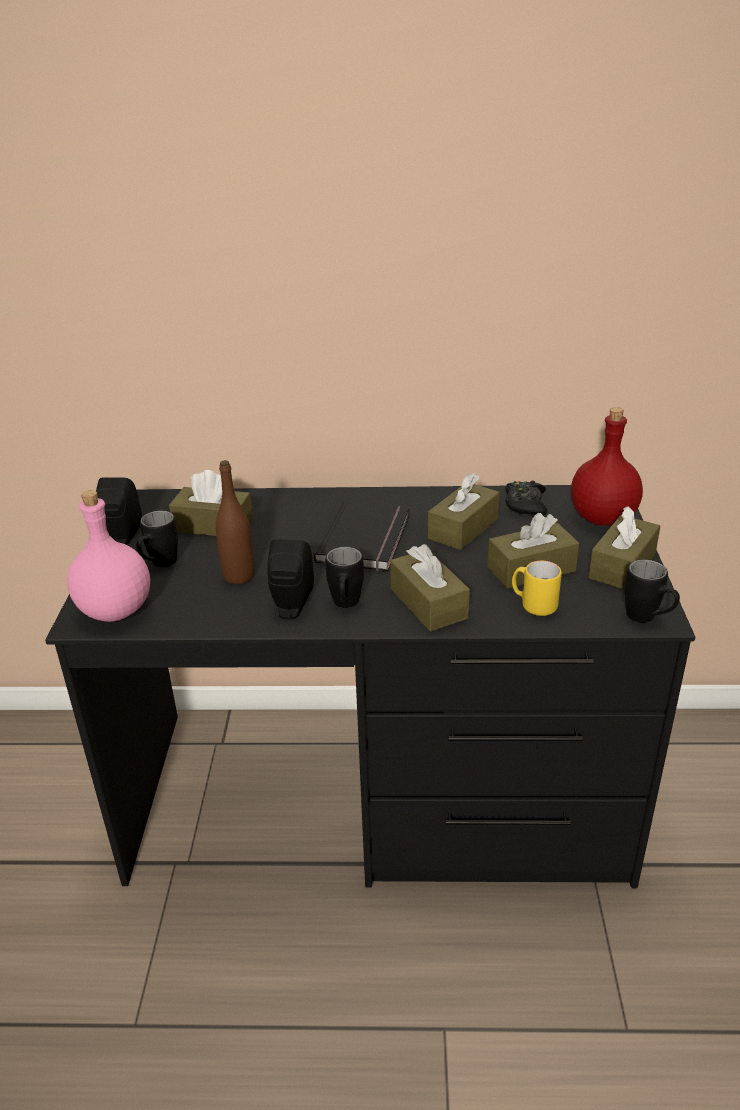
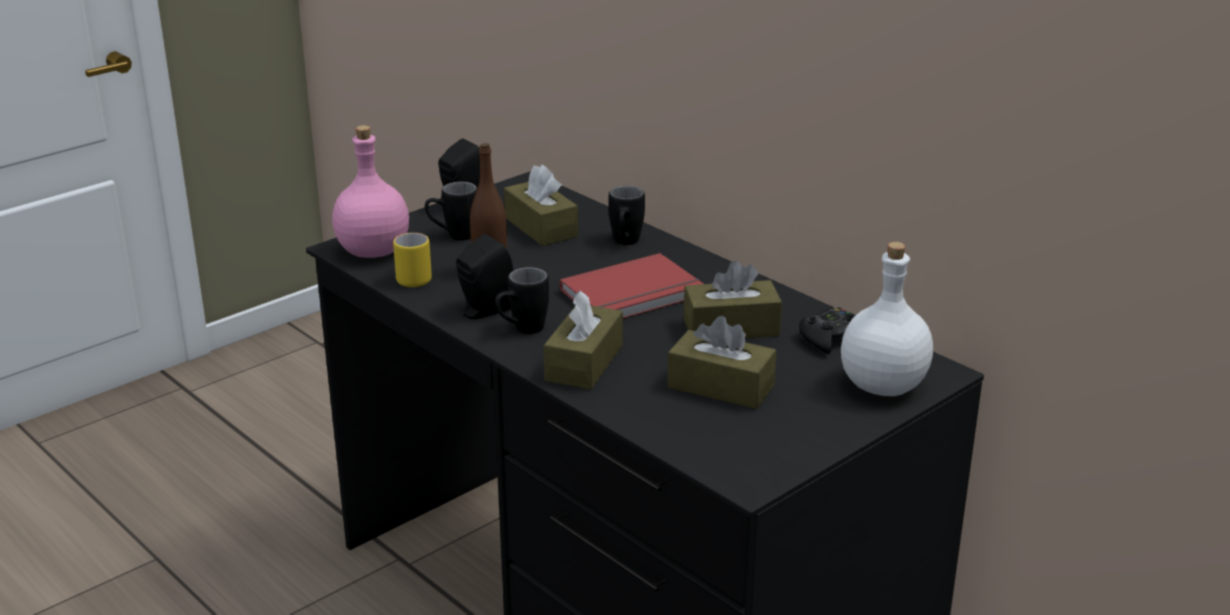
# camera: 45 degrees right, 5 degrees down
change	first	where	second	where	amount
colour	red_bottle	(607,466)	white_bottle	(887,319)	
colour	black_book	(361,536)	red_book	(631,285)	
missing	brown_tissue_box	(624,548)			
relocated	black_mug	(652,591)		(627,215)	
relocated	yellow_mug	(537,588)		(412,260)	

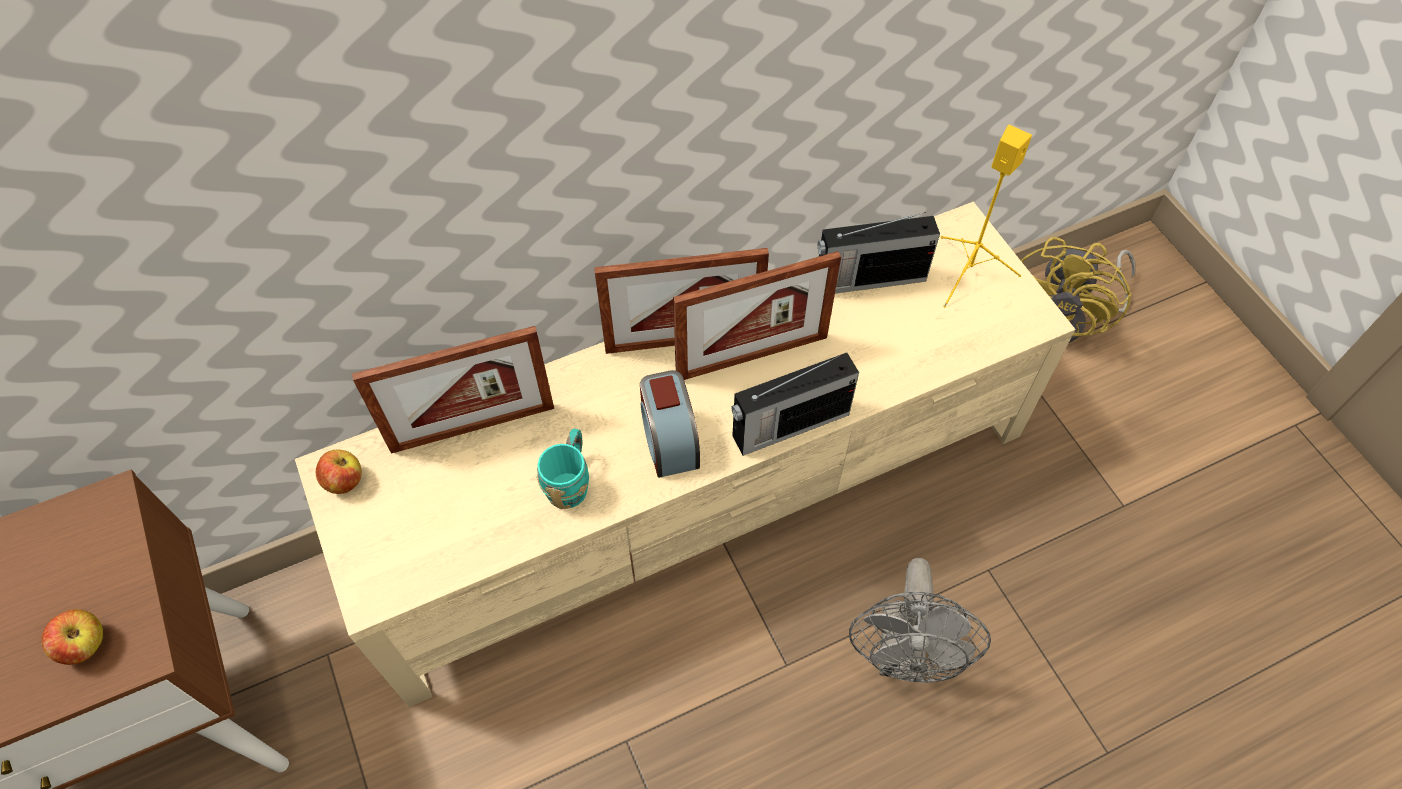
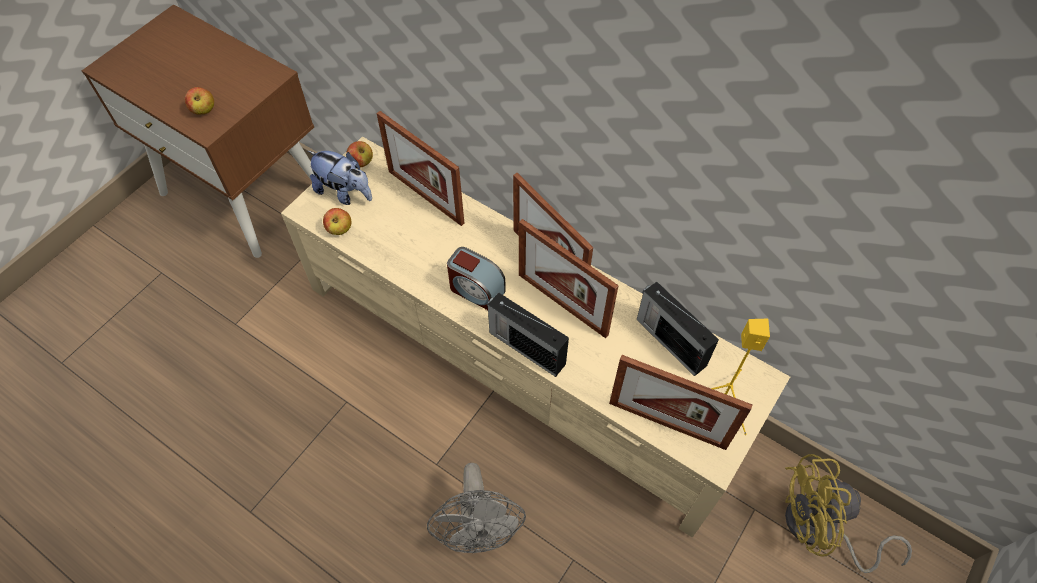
# camera: 60 degrees right, 0 degrees up
change	first	where	second	where	amount
spun	alarm_clock	(670,424)		(476,278)	105 degrees counterclockwise
missing	turquoise_mug	(562,469)			
spun	grey_fan	(920,620)		(476,508)	75 degrees counterclockwise
appeared			plush_toy	(340,178)	
appeared			apple	(337,221)	
appeared			picture_frame	(680,402)	

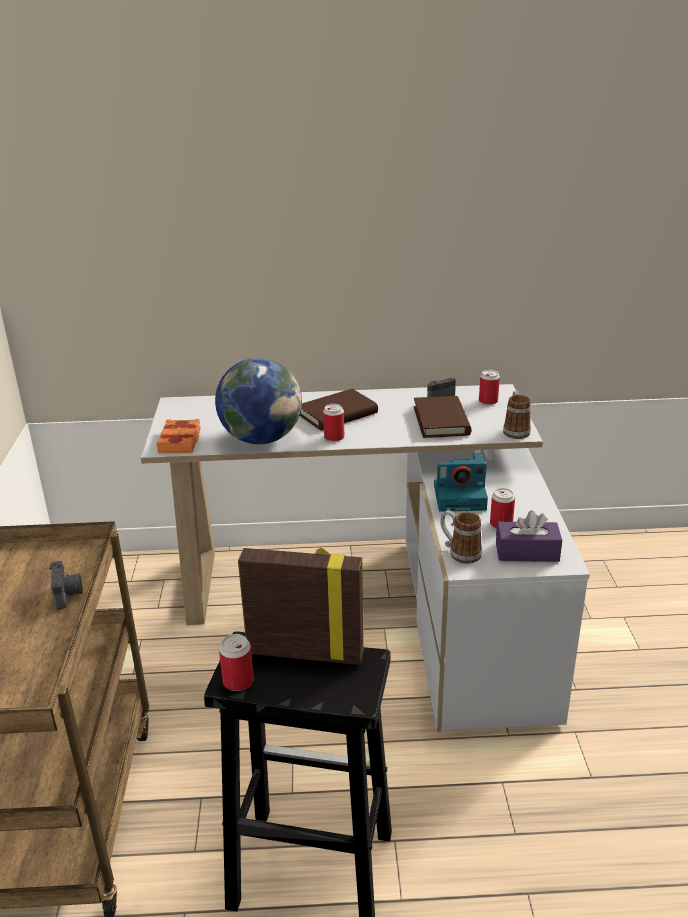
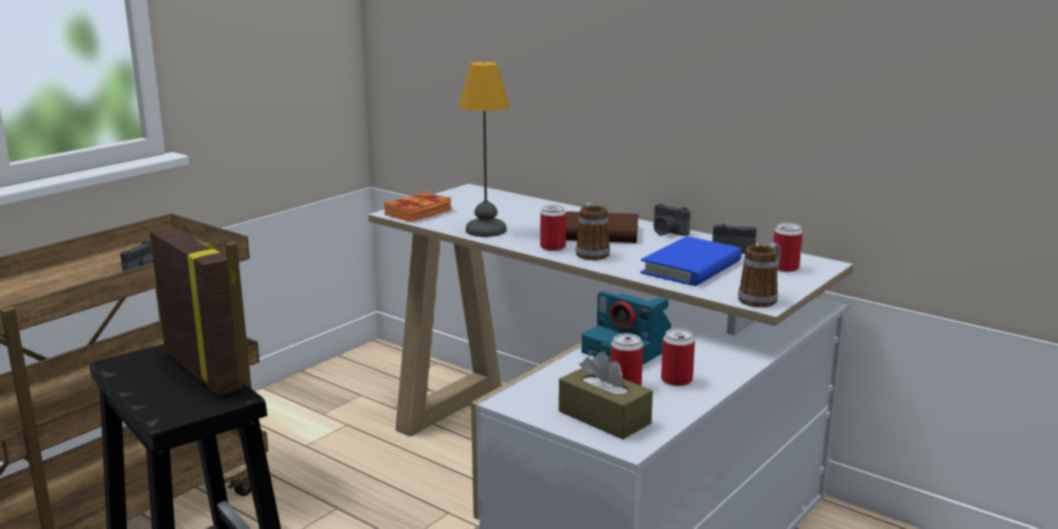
# camera: 40 degrees right, 10 degrees down
change	first	where	second	where	amount
exchanged	globe	(258,401)	table_lamp	(484,149)	
colour	brown_book	(442,417)	blue_book	(691,261)	
relocated	mug	(461,537)		(593,231)	
colour	purple_tissue_box	(529,536)	brown_tissue_box	(606,395)	
relocated	can	(236,662)		(678,357)	
appeared			photo_camera	(672,220)	

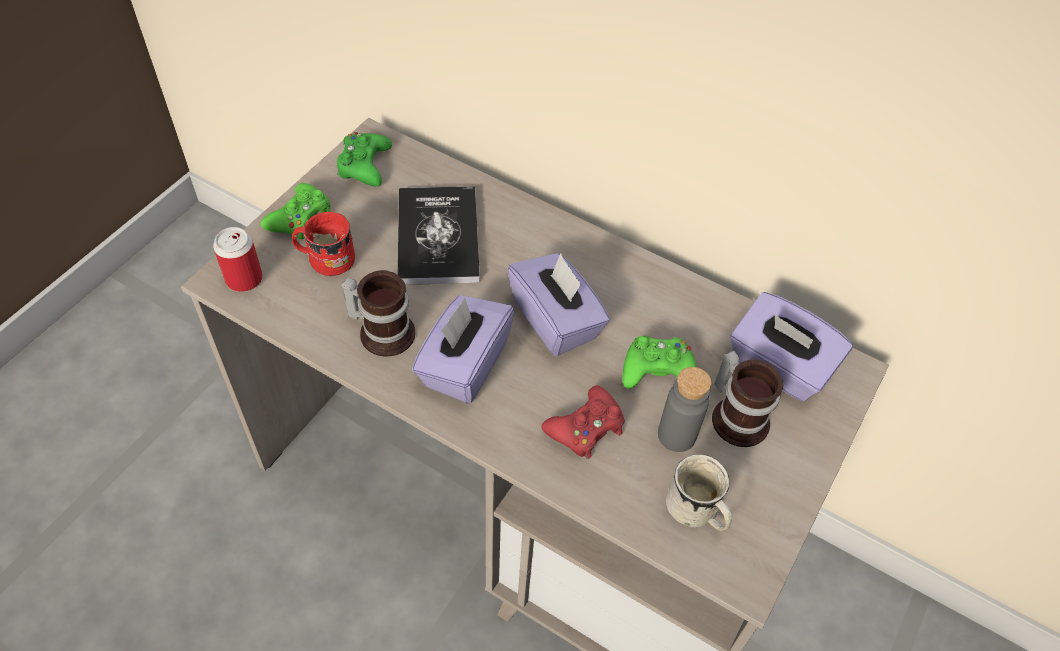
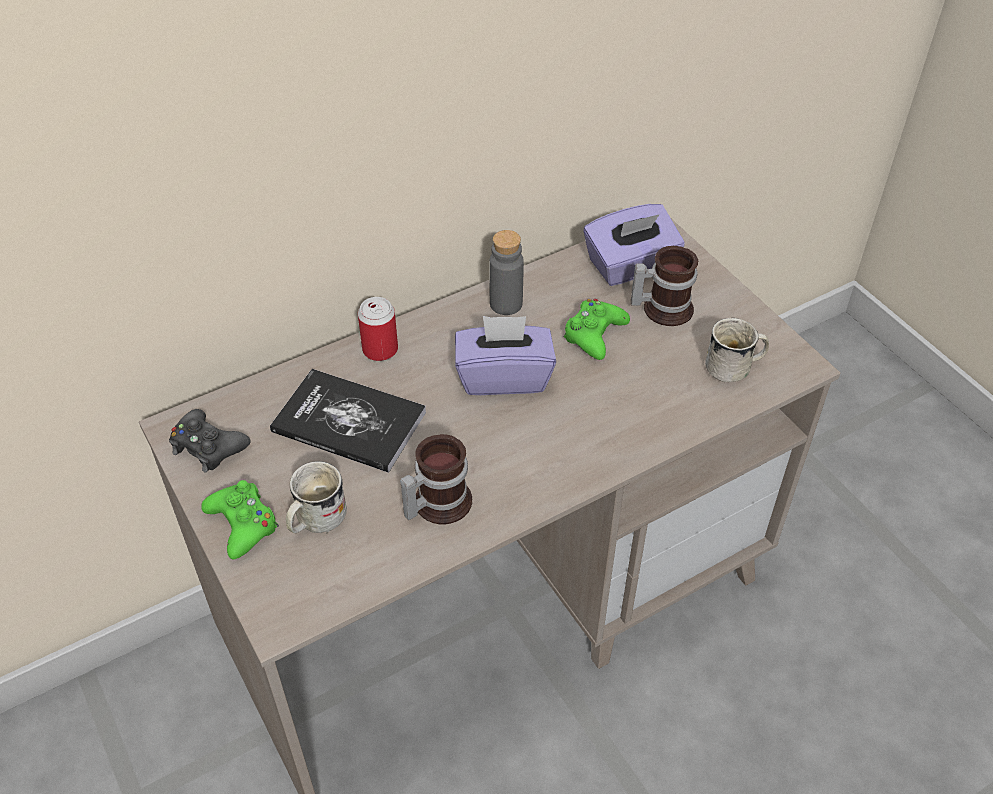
# camera: 60 degrees left, 5 degrees down
change	first	where	second	where	amount
colour	green_game_controller	(364,159)	black_game_controller	(210,440)	
colour	red_mug	(323,244)	white_mug	(316,497)	
relocated	can	(238,259)		(378,329)	
missing	purple_tissue_box	(463,349)			
relocated	grey_bottle	(684,409)		(506,272)	
missing	red_game_controller	(583,422)			

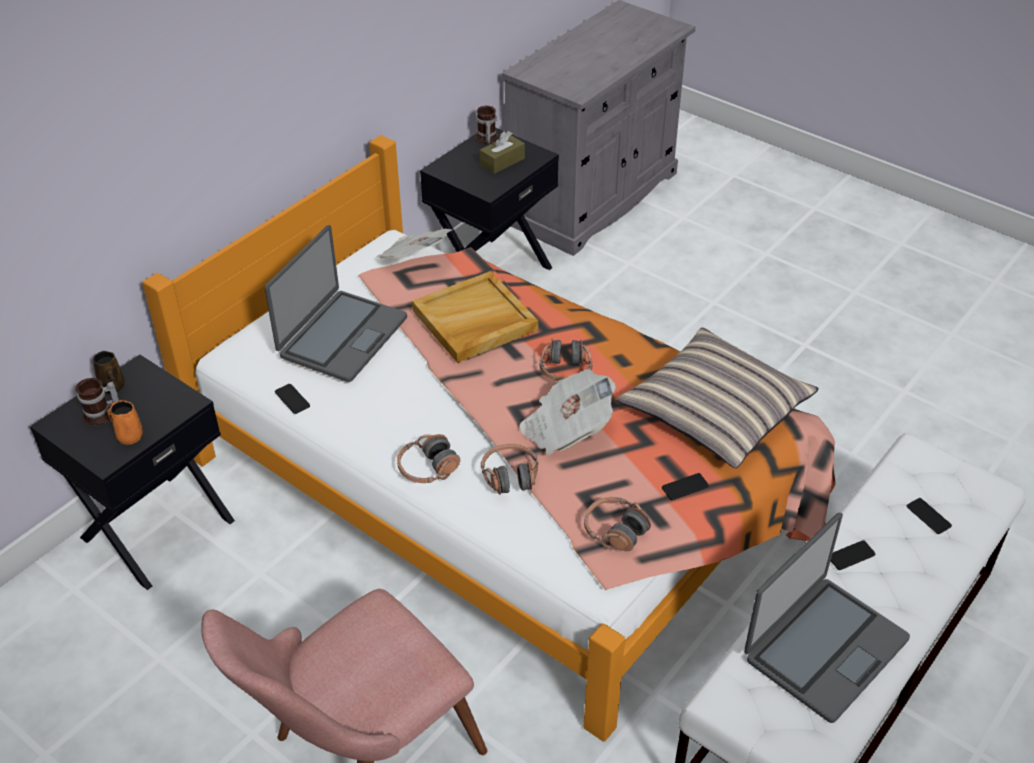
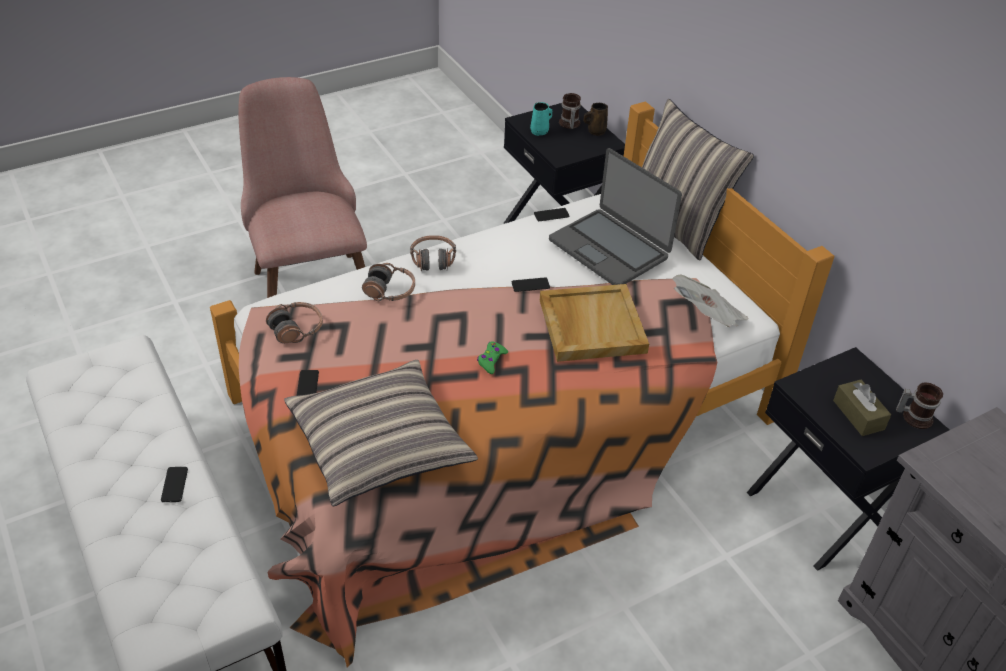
# camera: 110 degrees right, 0 degrees up
change	first	where	second	where	amount
exchanged	headphones	(566,360)	green_game_controller	(492,357)	
missing	newspaper	(567,412)			
colour	orange_mug	(125,422)	turquoise_mug	(541,119)	
relocated	phone	(929,516)		(531,284)	
missing	laptop	(827,618)			
appeared			pillow	(698,180)	

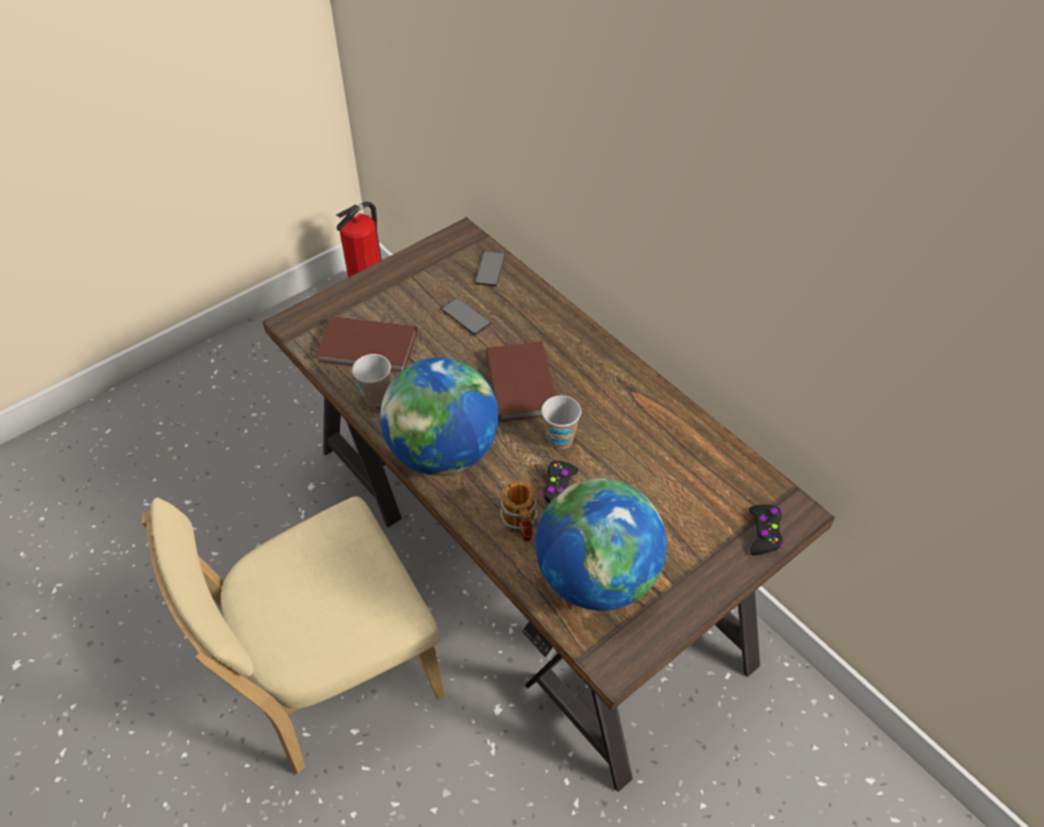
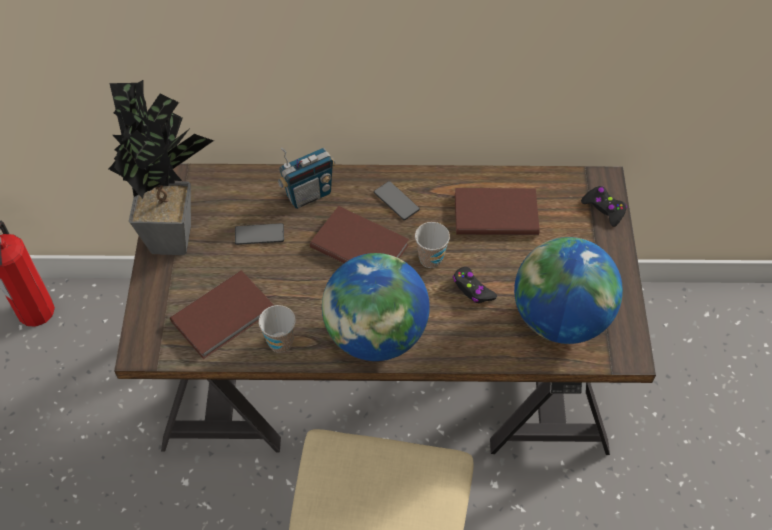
# camera: 50 degrees left, 5 degrees up
change	first	where	second	where	amount
relocated	phone	(490,268)		(397,200)	
missing	mug	(519,511)			
appeared			potted_plant	(161,167)	
appeared			radio	(306,178)	
appeared			brown_book	(497,211)	

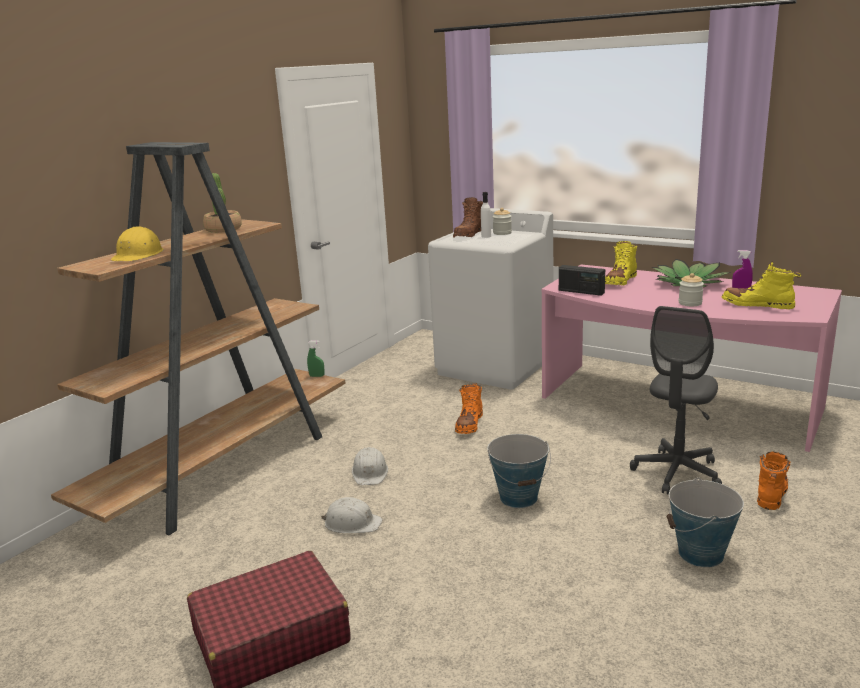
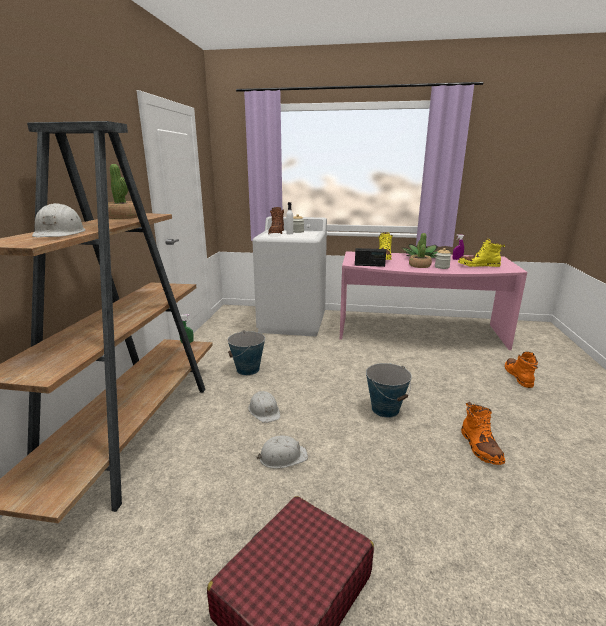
# camera: 25 degrees left, 0 degrees up
change	first	where	second	where	amount
colour	yellow_hard_hat	(137,244)	white_hard_hat	(59,220)	
missing	grey_office_chair	(676,400)			
relocated	orange_boot	(469,408)		(483,433)	
relocated	bucket	(705,522)		(246,352)	
appeared			potted_plant	(420,250)	

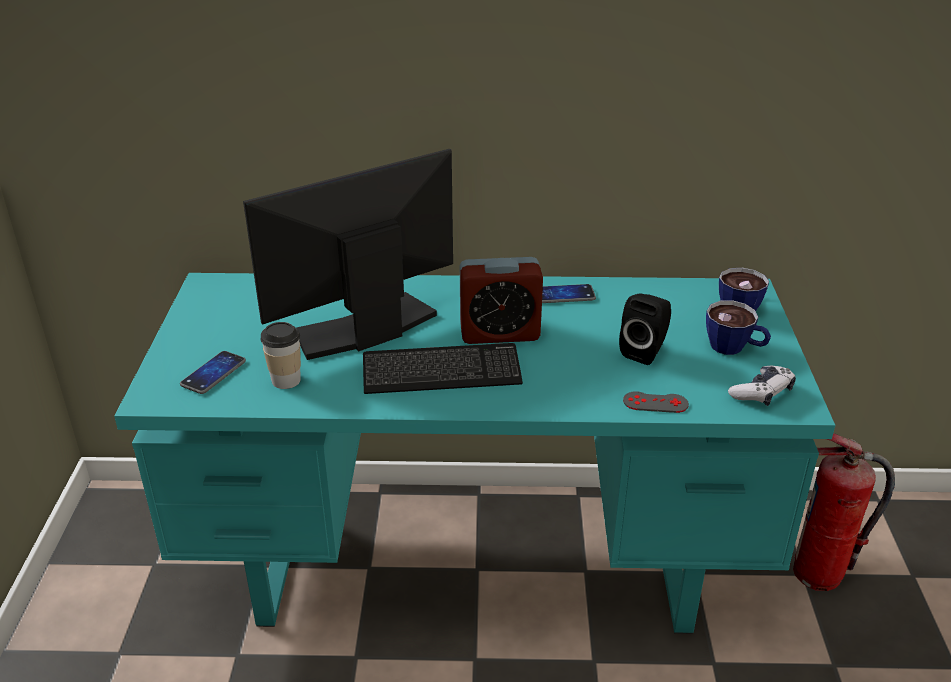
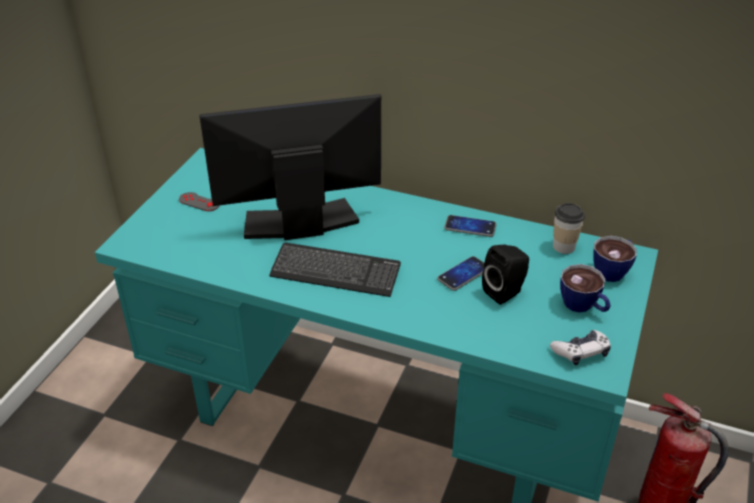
# camera: 20 degrees right, 5 degrees up
change	first	where	second	where	amount
missing	alarm_clock	(501,300)			
relocated	cup	(281,355)		(569,228)	
relocated	phone	(213,372)		(461,273)	
relocated	grey_game_controller	(656,402)		(199,201)	

